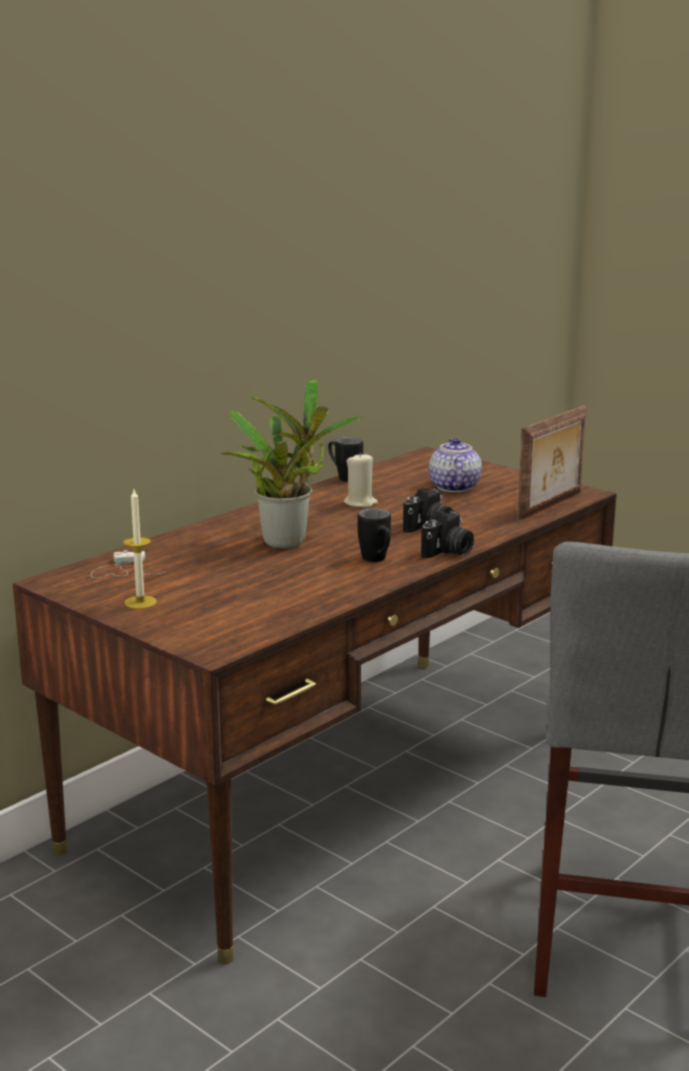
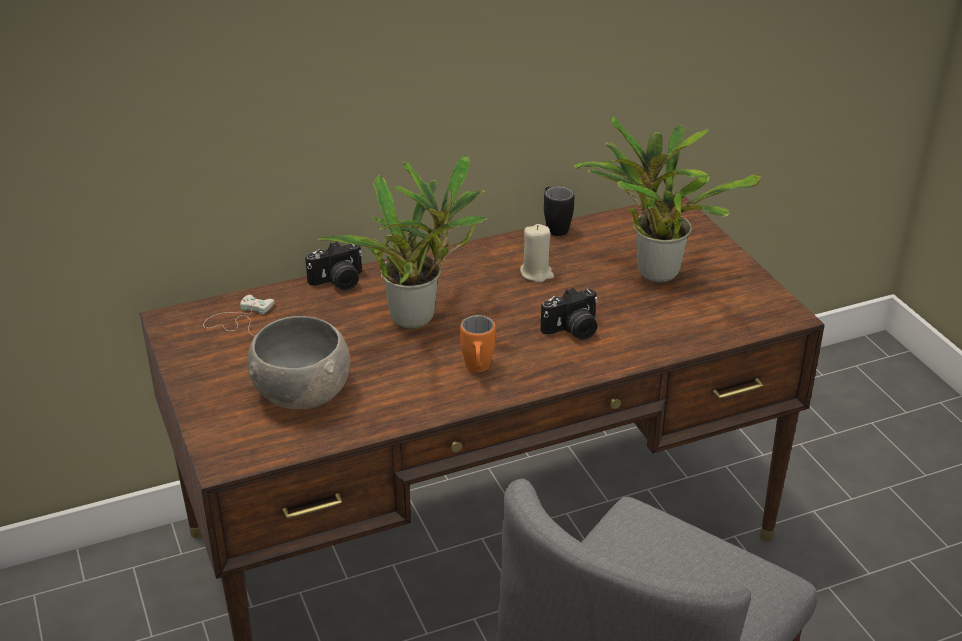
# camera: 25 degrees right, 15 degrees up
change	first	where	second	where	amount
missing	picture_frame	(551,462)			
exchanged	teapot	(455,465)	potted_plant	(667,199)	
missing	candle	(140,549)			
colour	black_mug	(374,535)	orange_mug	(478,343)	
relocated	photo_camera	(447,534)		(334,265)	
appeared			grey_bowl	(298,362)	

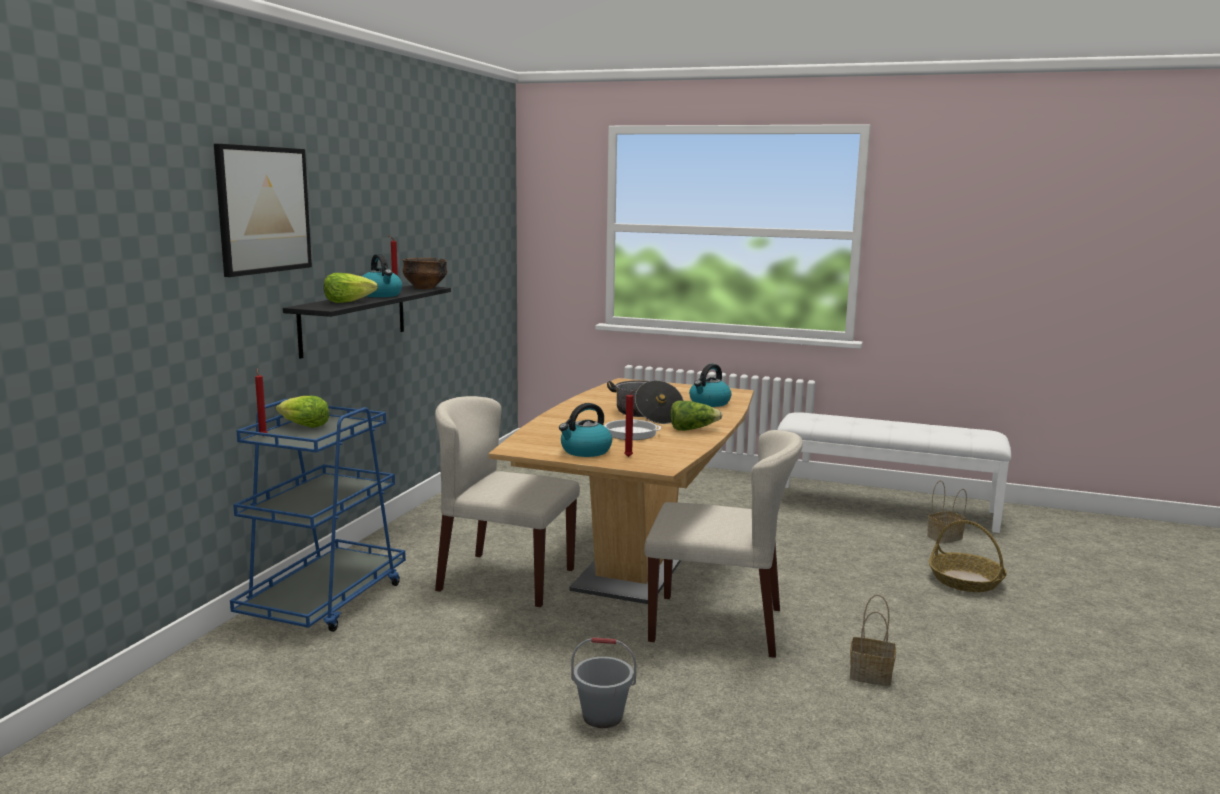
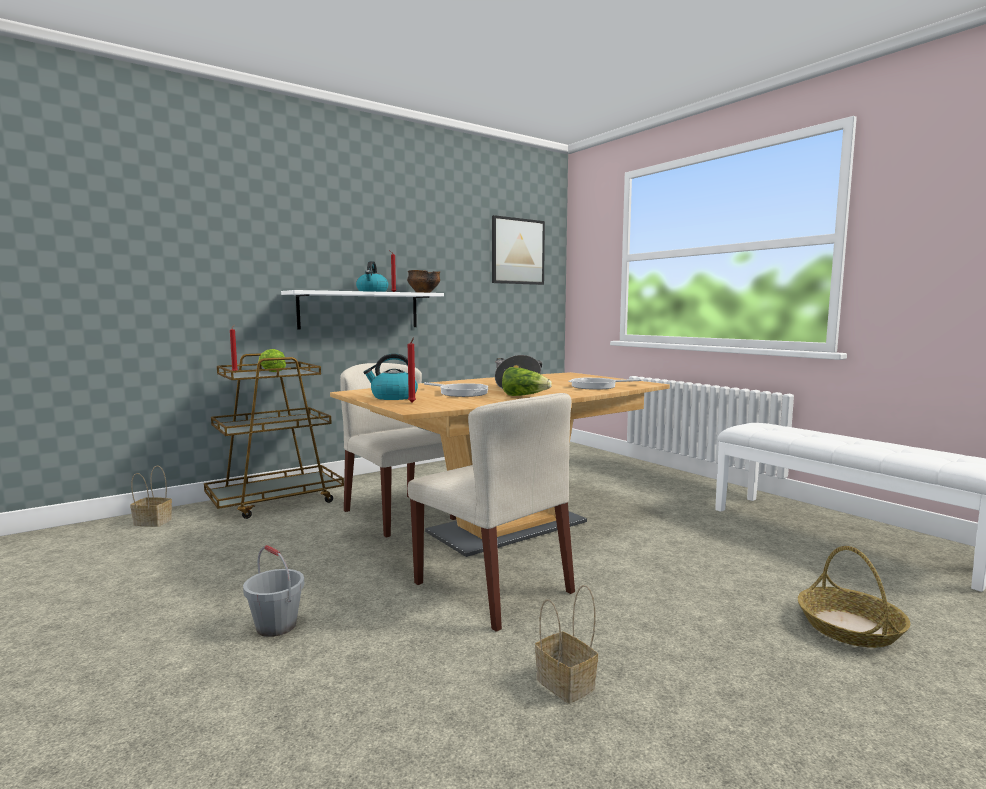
# camera: 35 degrees right, 5 degrees down
change	first	where	second	where	amount
relocated	picture	(263,210)		(518,250)	
missing	lettuce	(351,288)			
colour	black_shelf	(367,322)	white_shelf	(362,309)	
exchanged	kettle	(710,385)	frying_pan	(605,384)	
colour	blue_cart	(318,515)	brown_cart	(274,436)	
relocated	basket	(947,511)		(151,496)	

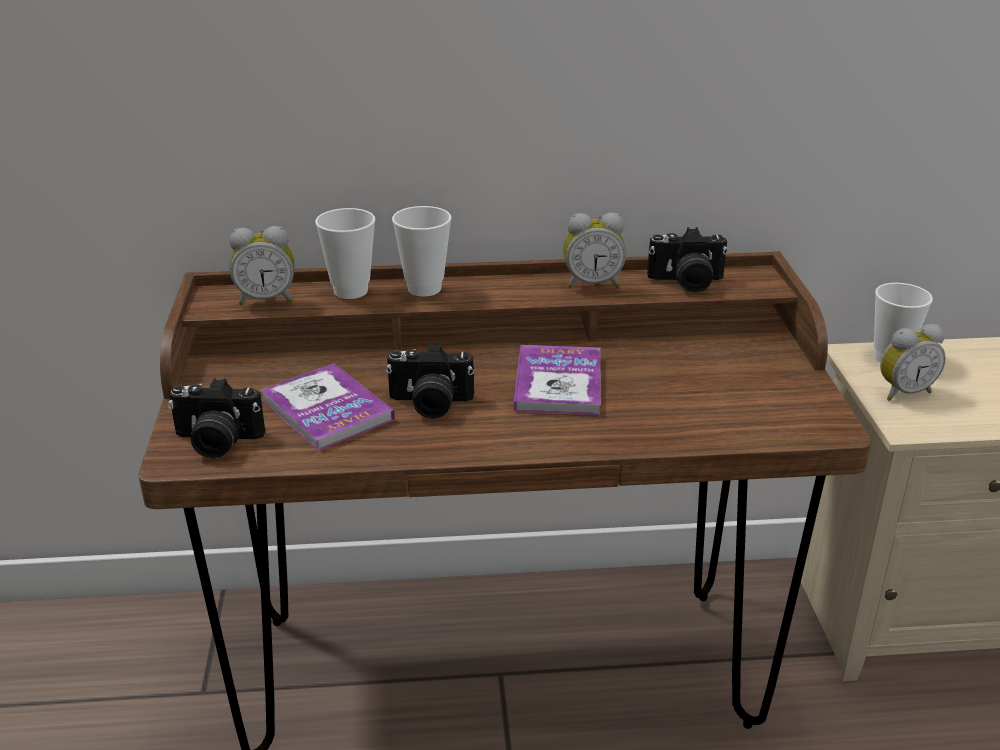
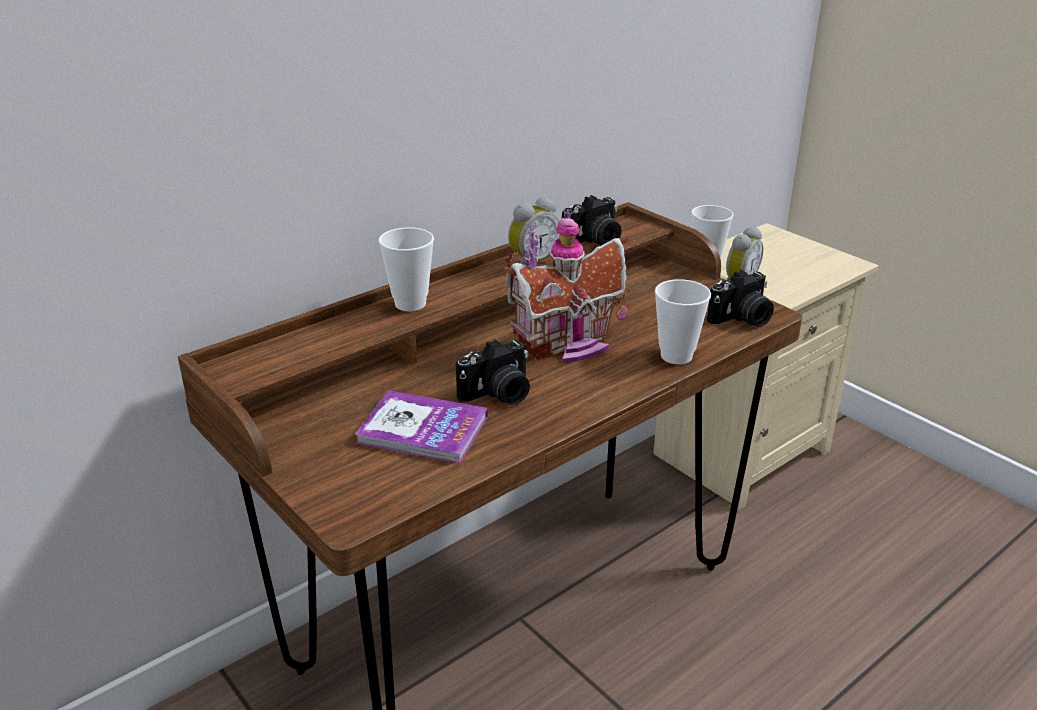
# camera: 35 degrees left, 0 degrees up
change	first	where	second	where	amount
relocated	cup	(345,253)		(683,321)	
missing	alarm_clock	(261,266)			
exchanged	book	(557,380)	toy_house	(566,286)	
relocated	photo_camera	(216,418)		(740,298)	

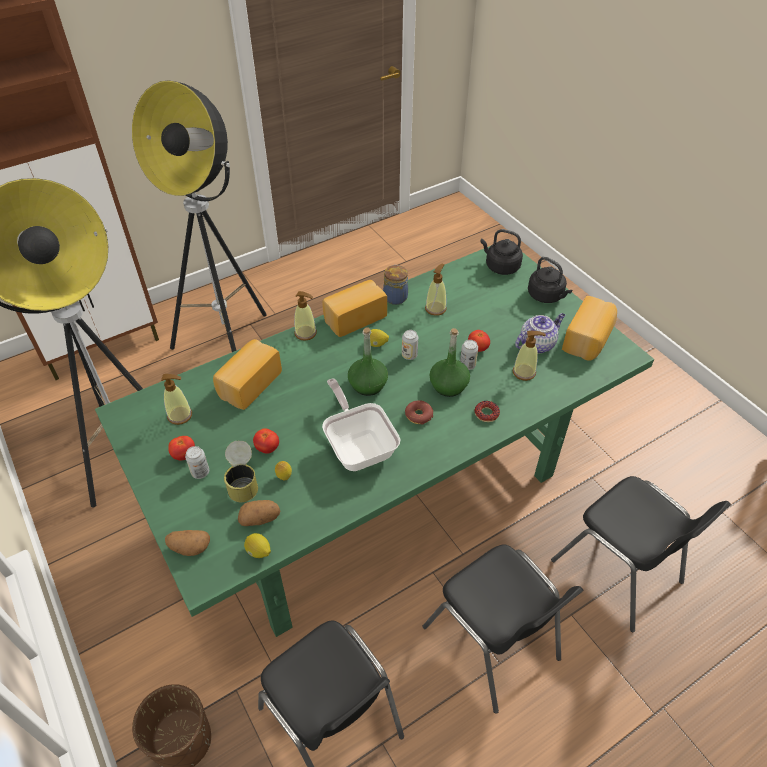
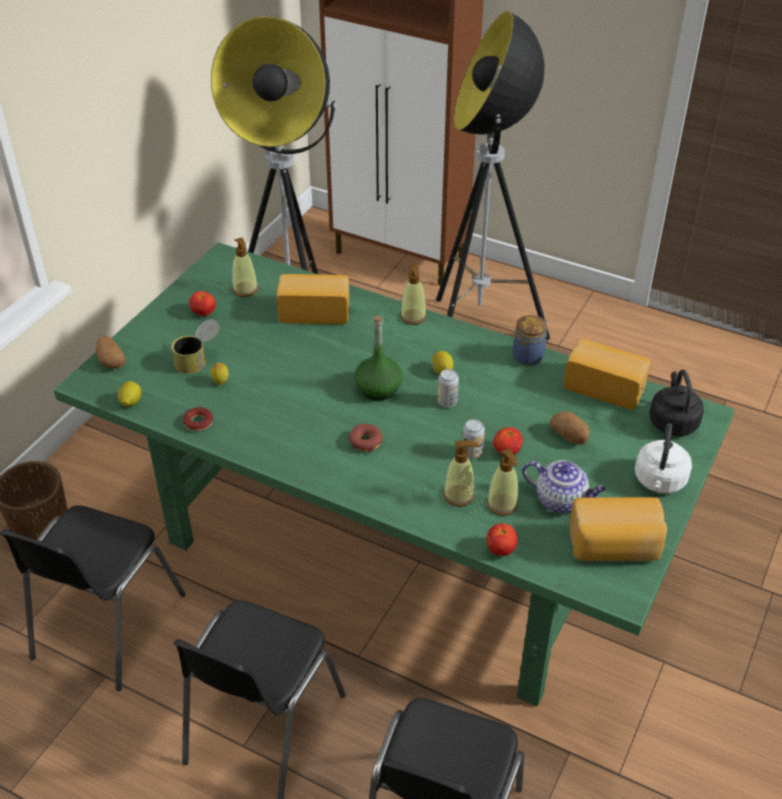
# camera: 60 degrees right, 5 degrees down
change	first	where	second	where	amount
colour	black_kettle	(550,280)	white_kettle	(663,458)	
relocated	soap_dispenser	(436,290)		(461,473)	
relocated	bread	(355,308)		(606,374)	
missing	green_bottle	(449,362)			
missing	frying_pan	(361,424)			
relocated	donut	(487,411)		(198,419)	
relocated	tomato	(266,441)		(502,539)	
missing	can	(197,462)			
relocated	potato	(259,513)		(569,428)	

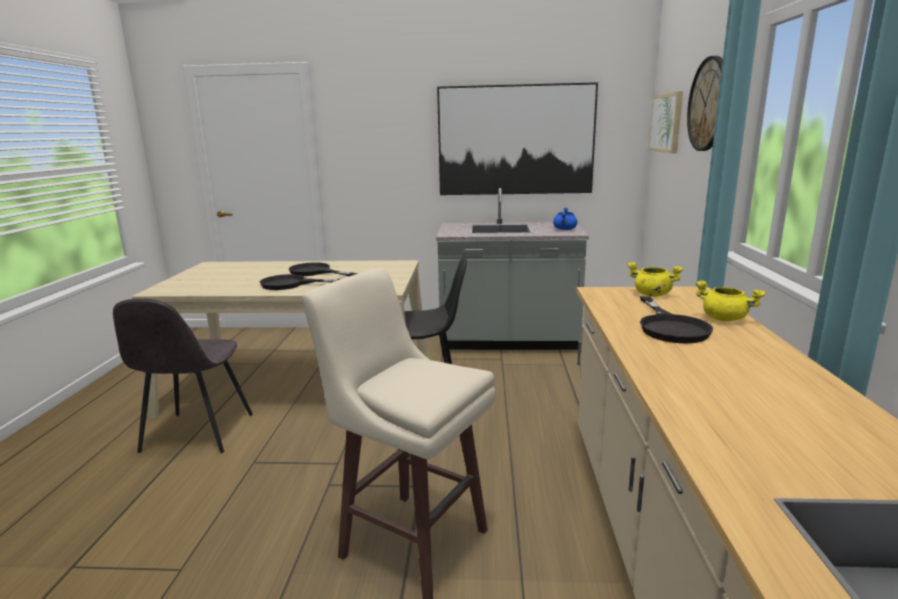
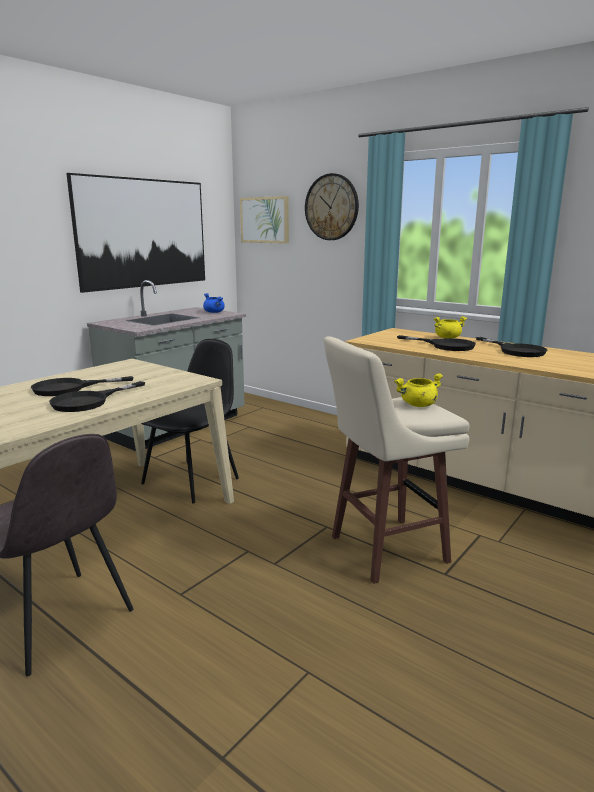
# camera: 55 degrees left, 0 degrees up
change	first	where	second	where	amount
relocated	yellow_cooking_pot	(655,279)		(418,390)	
appeared			black_frying_pan	(511,347)	

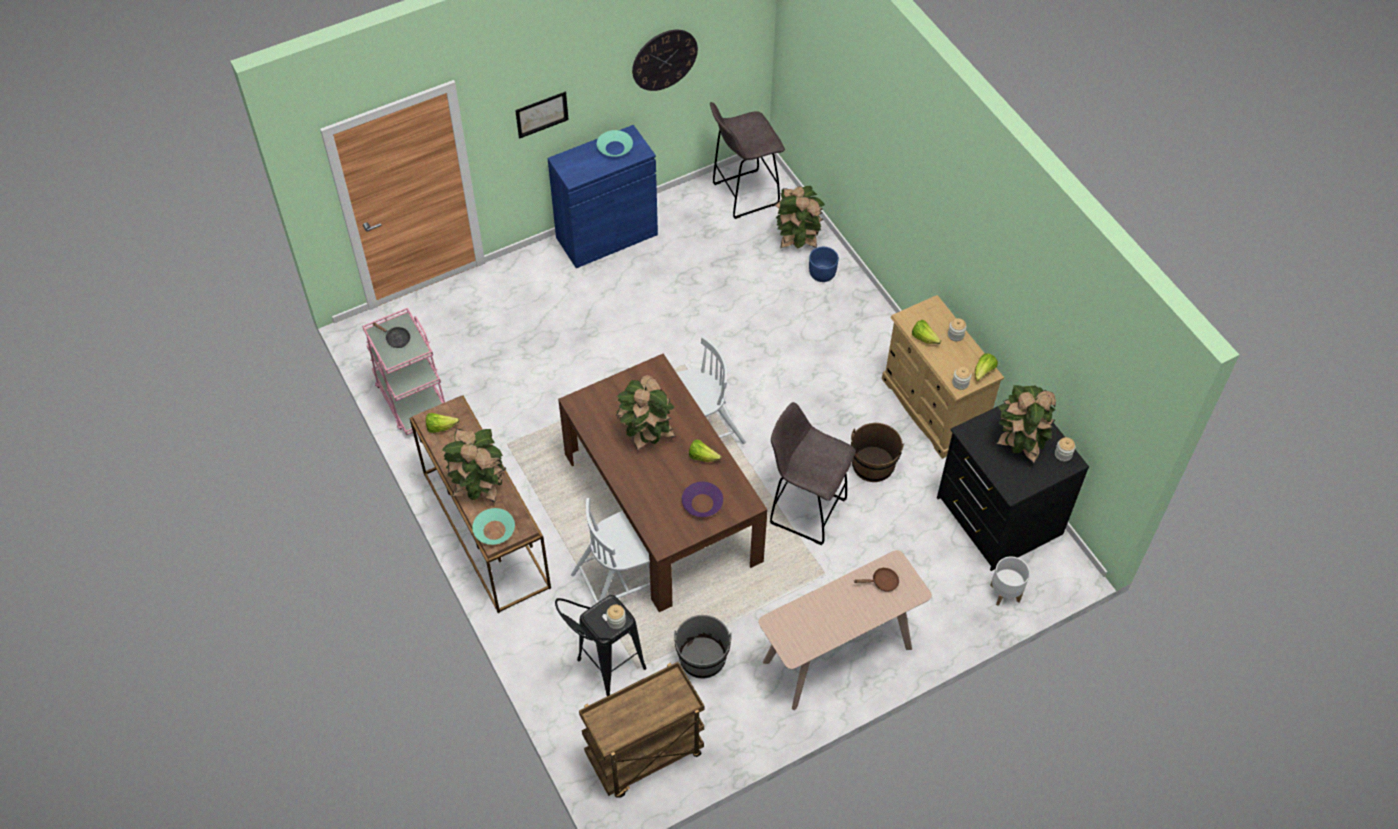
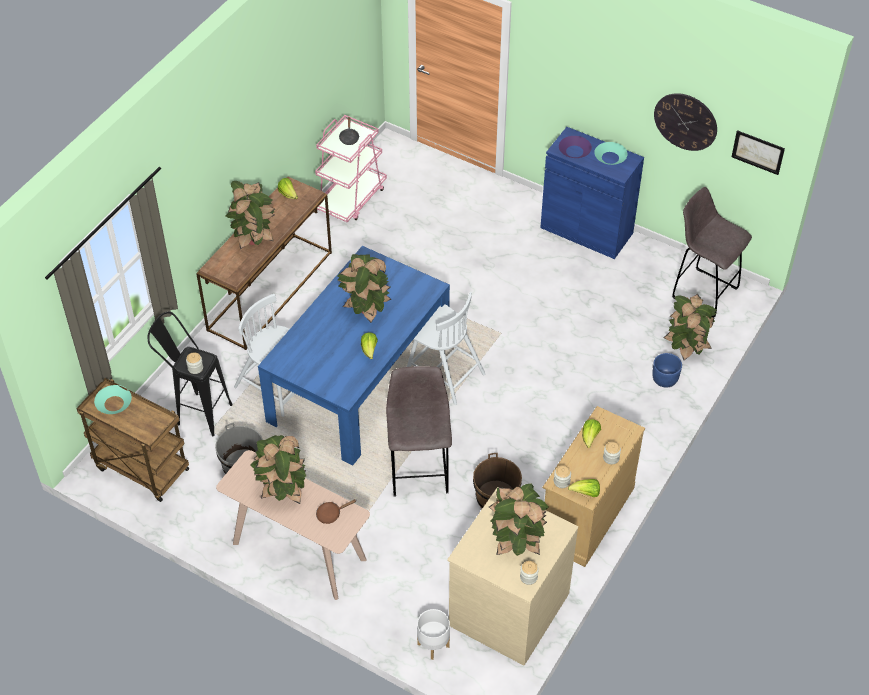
# camera: 60 degrees right, 5 degrees down
change	first	where	second	where	amount
relocated	picture	(542,115)		(758,152)	
colour	brown_dining_table	(663,482)	blue_dining_table	(354,356)	
colour	black_dresser	(1013,487)	beige_dresser	(512,576)	
relocated	purple_bowl	(702,499)		(575,147)	
relocated	turquoise_bowl	(493,526)		(113,399)	
spun	brown_frying_pan	(876,579)		(336,511)	105 degrees clockwise
appeared			potted_plant	(278,469)	

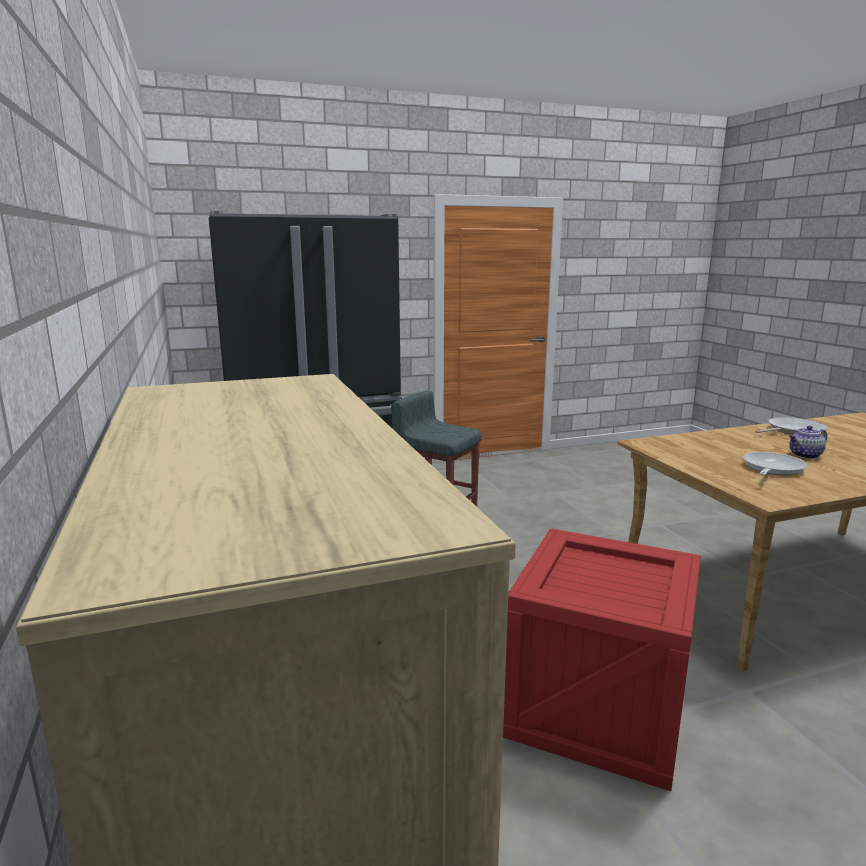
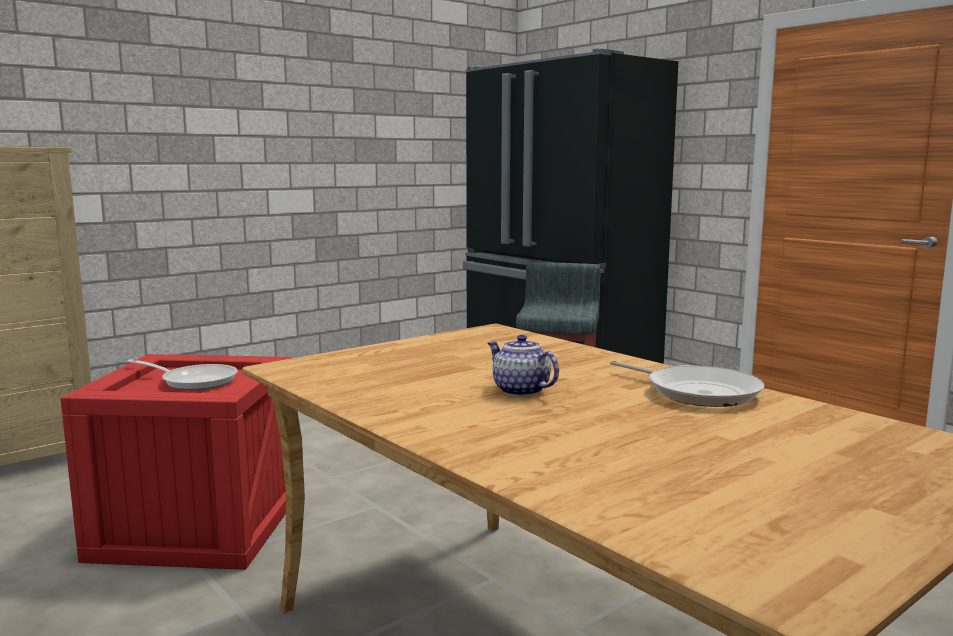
# camera: 70 degrees right, 5 degrees down
change	first	where	second	where	amount
relocated	frying_pan	(775,464)		(182,374)	

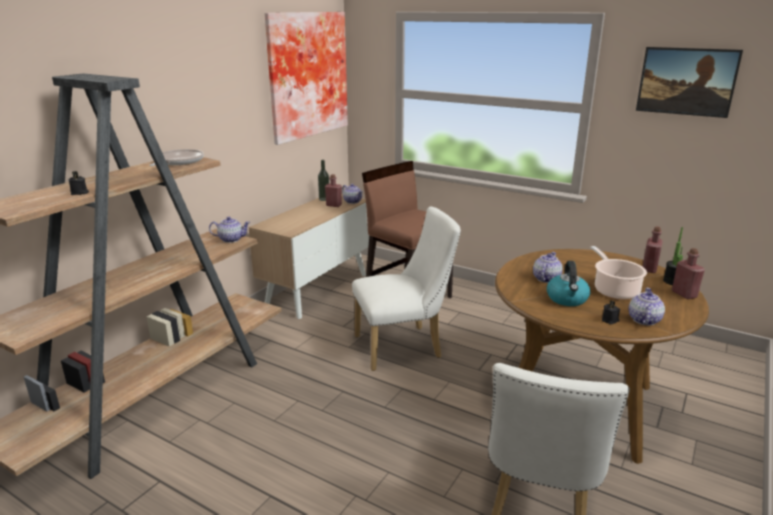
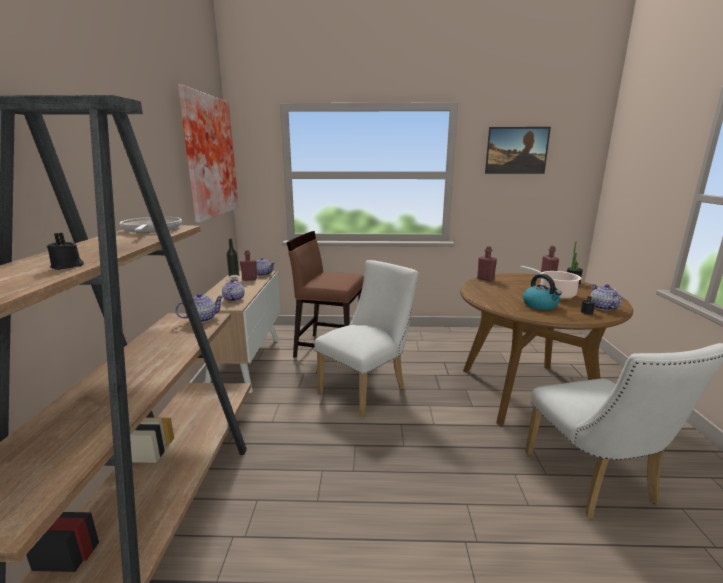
# camera: 30 degrees left, 5 degrees down
change	first	where	second	where	amount
relocated	red_bottle	(688,273)		(487,263)	
relocated	teapot	(548,267)		(233,290)	

